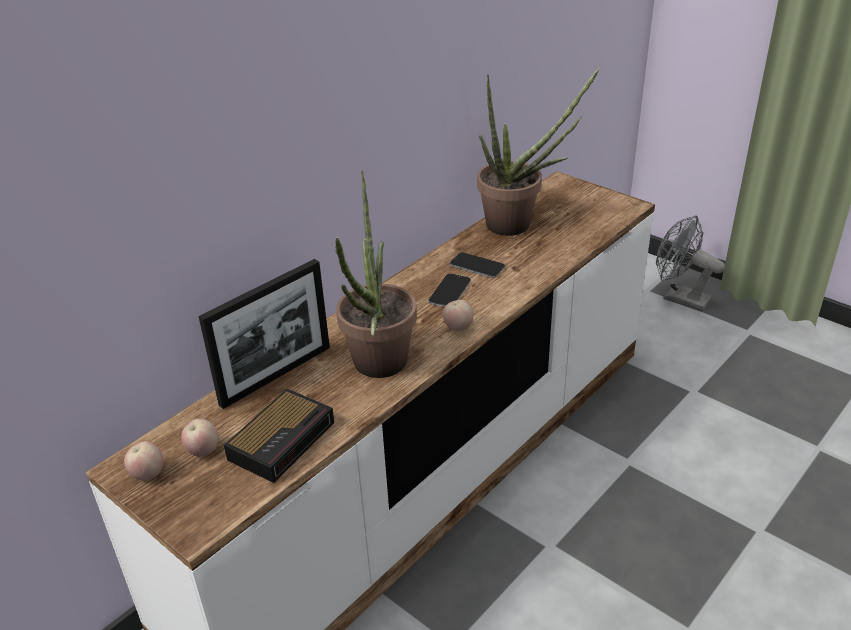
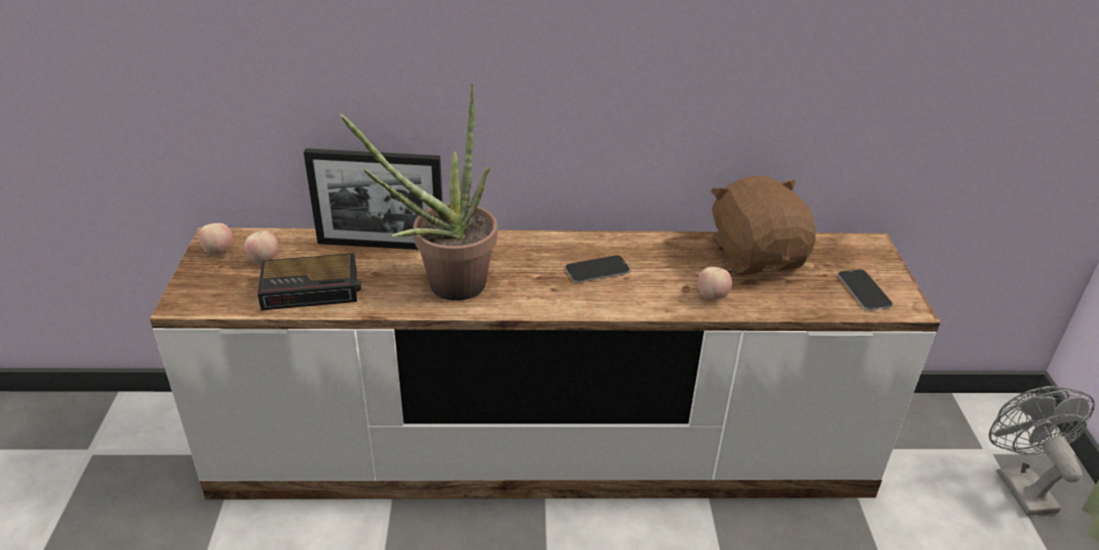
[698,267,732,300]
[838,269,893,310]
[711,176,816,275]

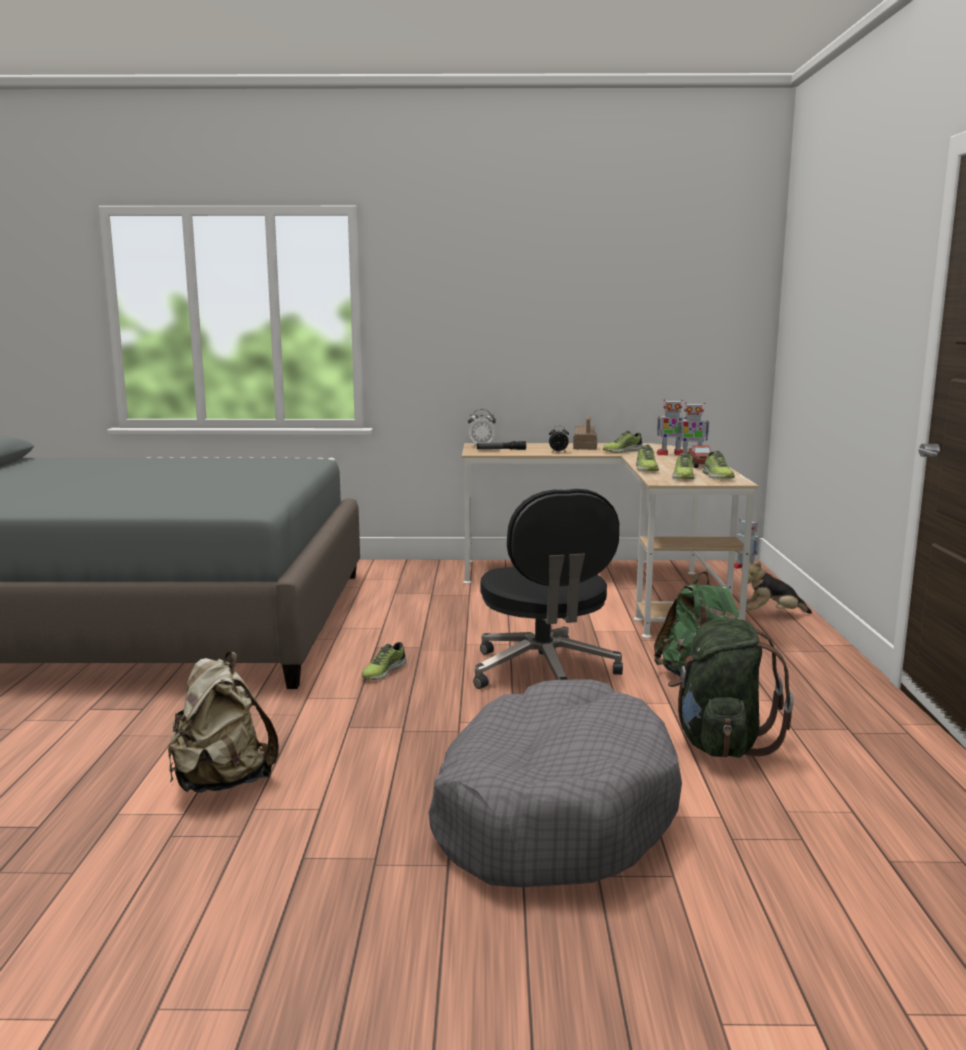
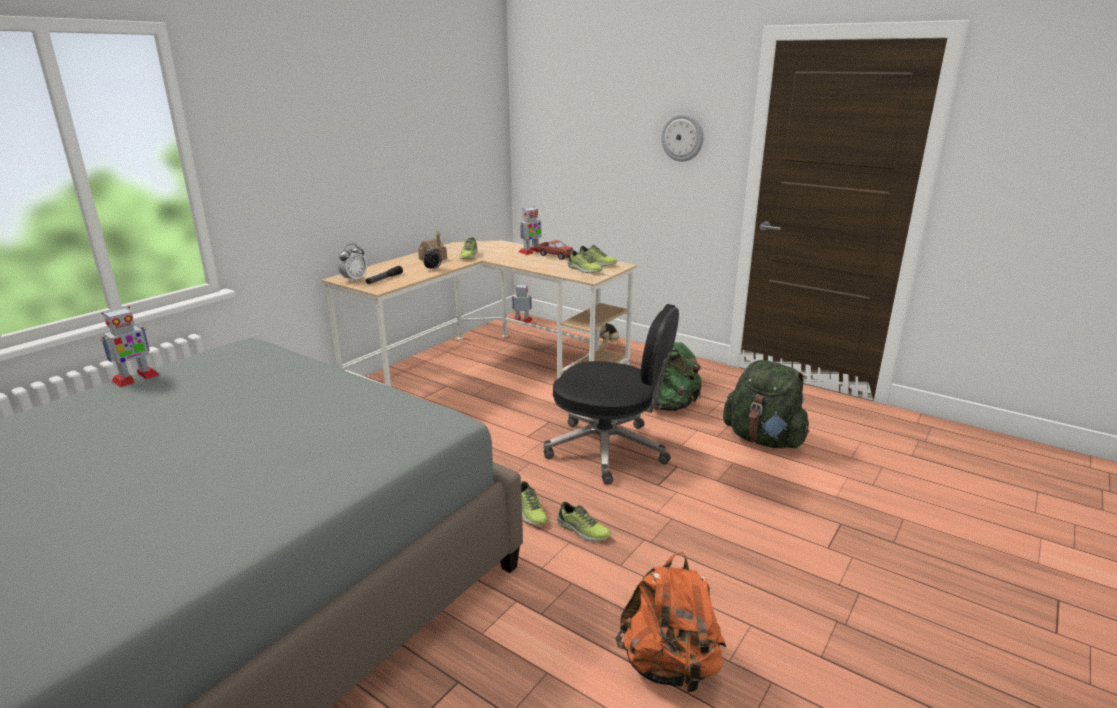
[429,679,682,887] (first image)
[661,113,704,162]
[557,502,611,542]
[101,306,159,387]
[615,552,726,694]

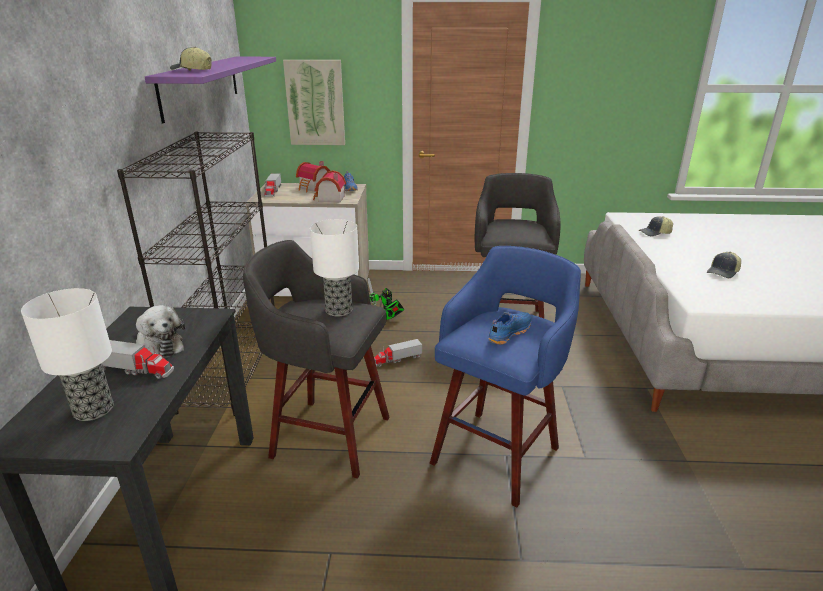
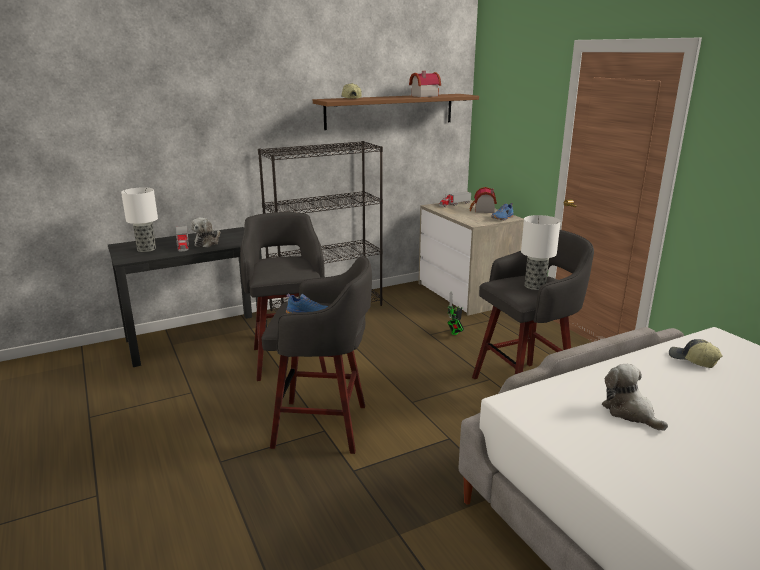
[283,60,345,145] (first image)
[374,339,422,367] (first image)
[521,215,561,290]
[409,71,441,97]
[602,364,668,431]
[313,94,479,130]
[262,256,372,454]

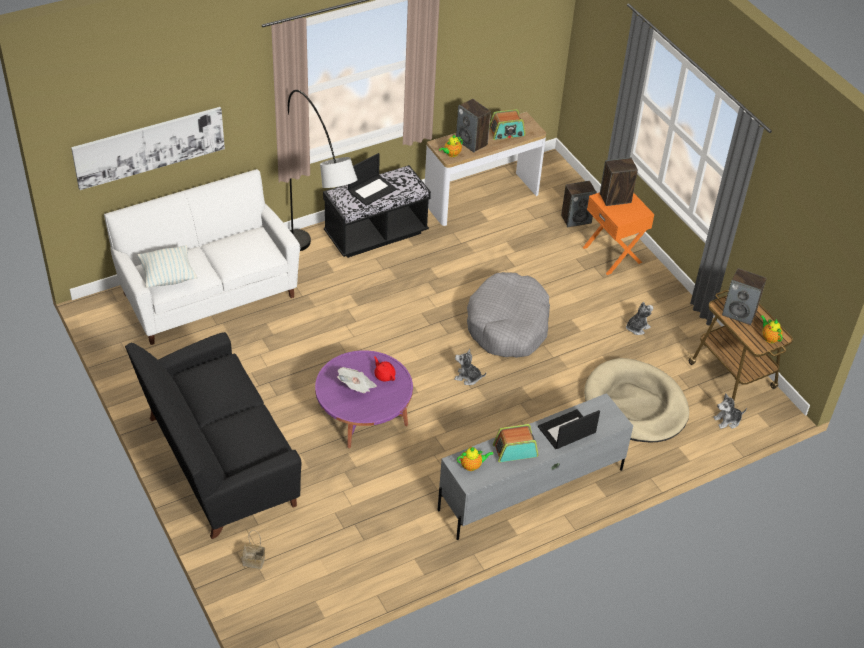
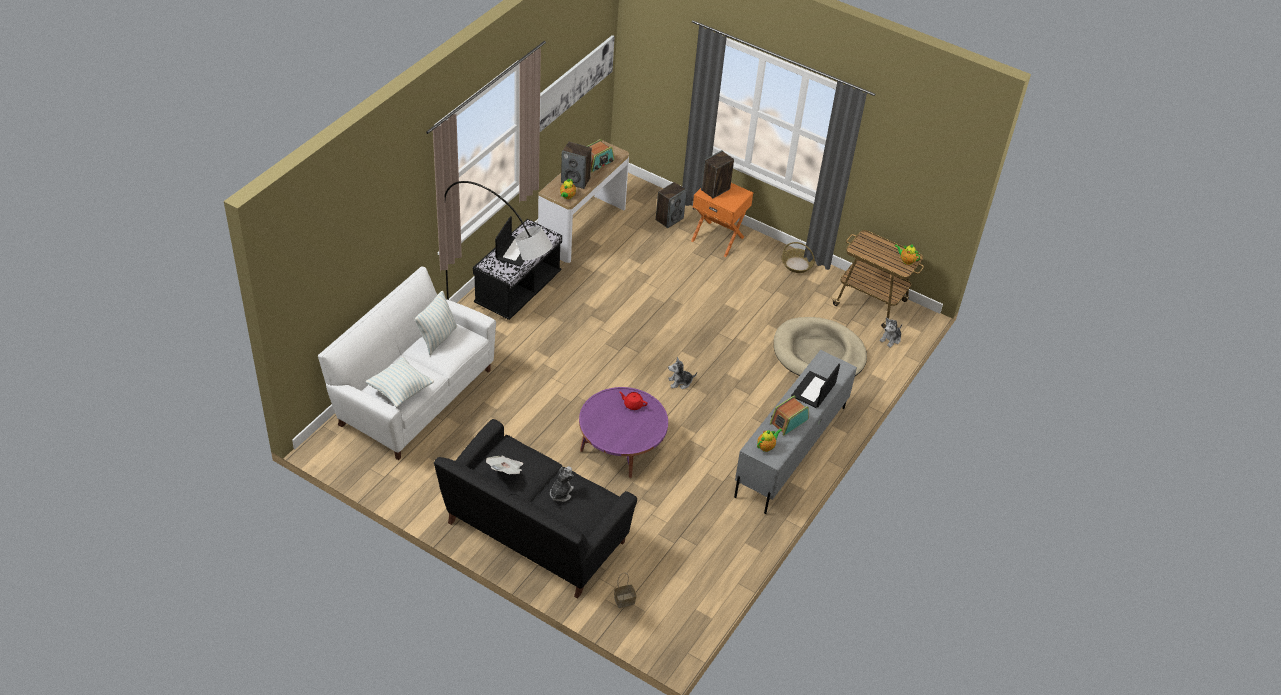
[467,272,550,358] (first image)
[722,268,767,325] (first image)
[415,291,457,355]
[782,242,815,273]
[540,35,615,132]
[486,456,523,474]
[550,466,574,502]

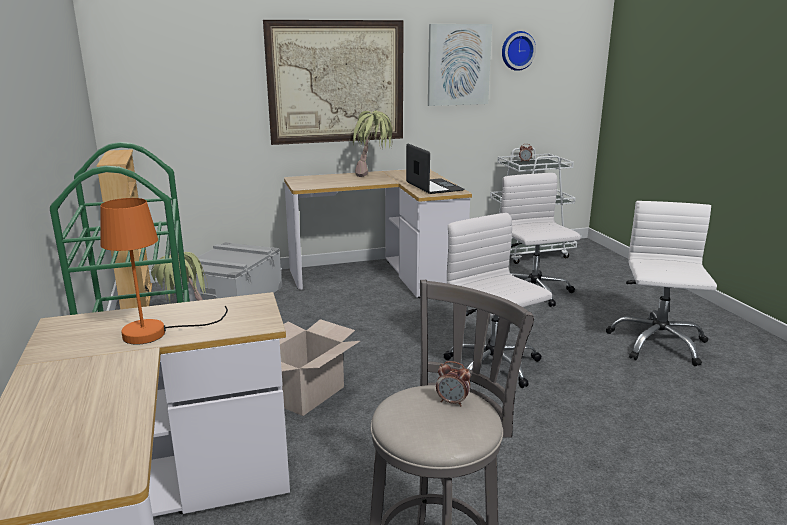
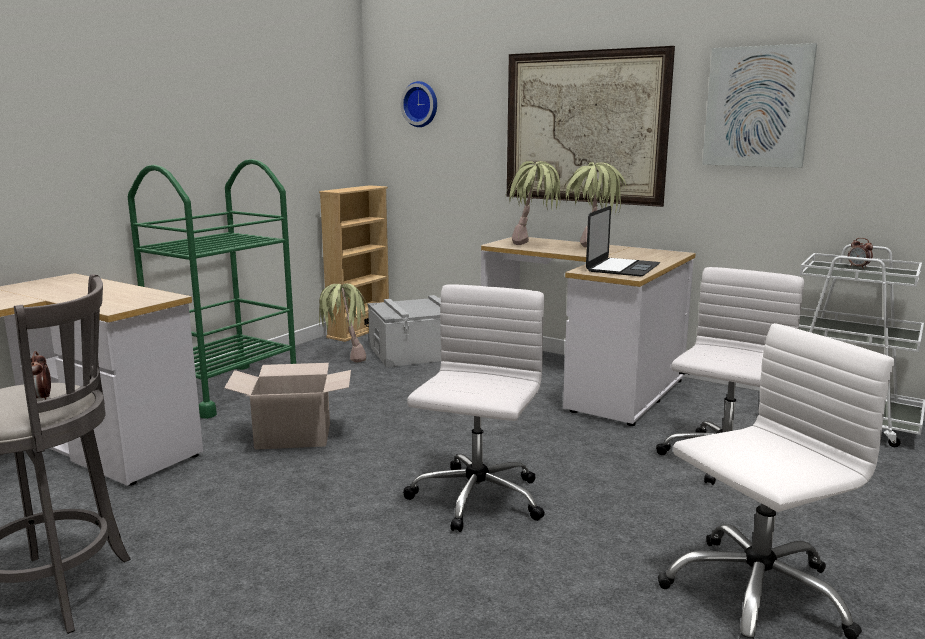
[100,198,228,345] (first image)
[505,161,561,245]
[401,81,437,127]

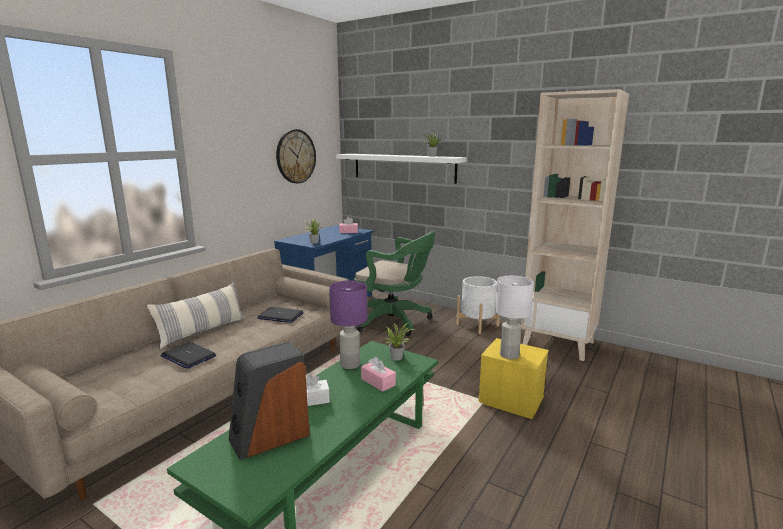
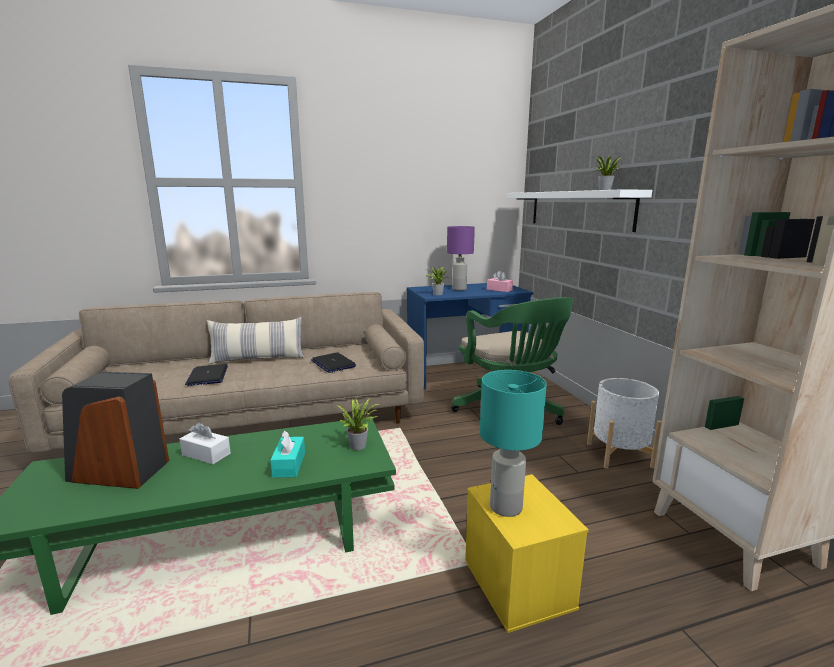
[276,129,316,183] (first image)
[447,226,475,291]
[270,430,305,478]
[480,370,547,517]

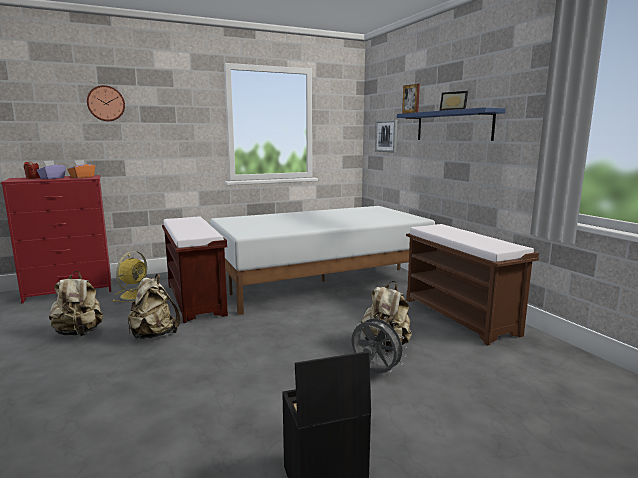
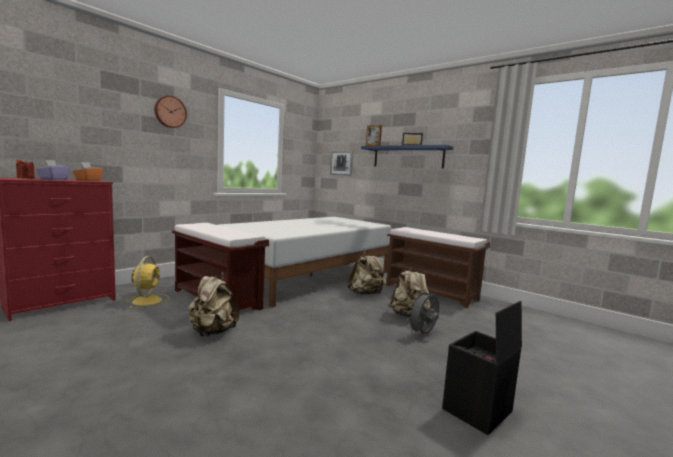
[347,250,386,295]
[154,95,187,128]
[406,289,439,334]

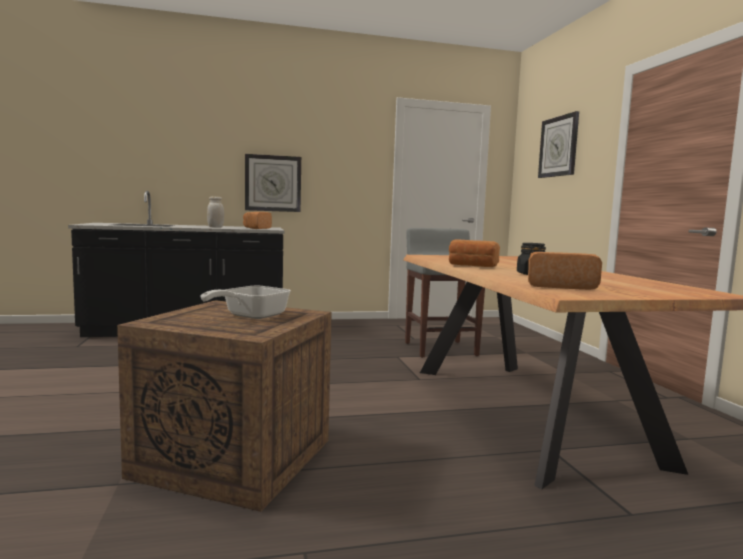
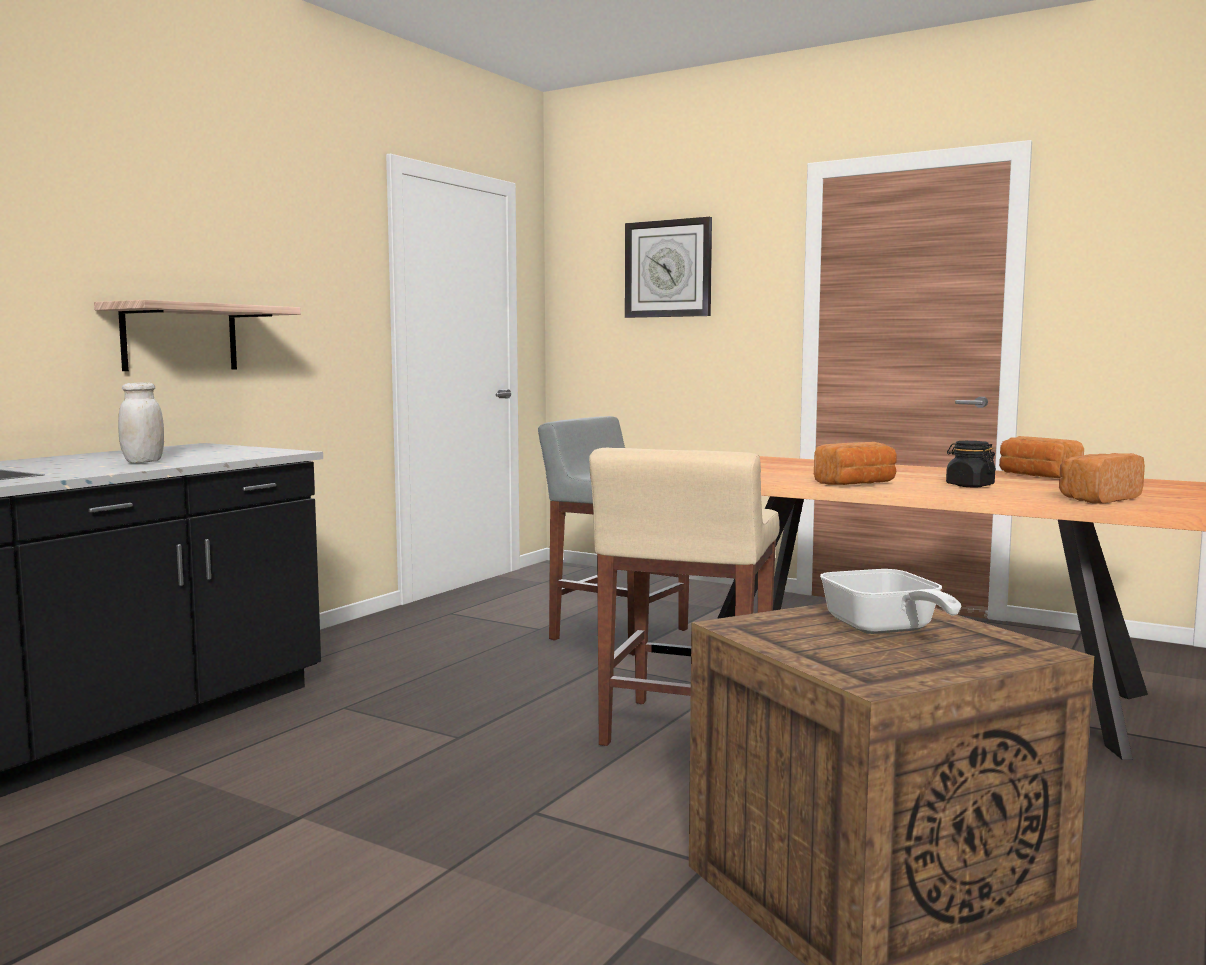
[589,448,779,746]
[999,436,1084,478]
[94,300,301,371]

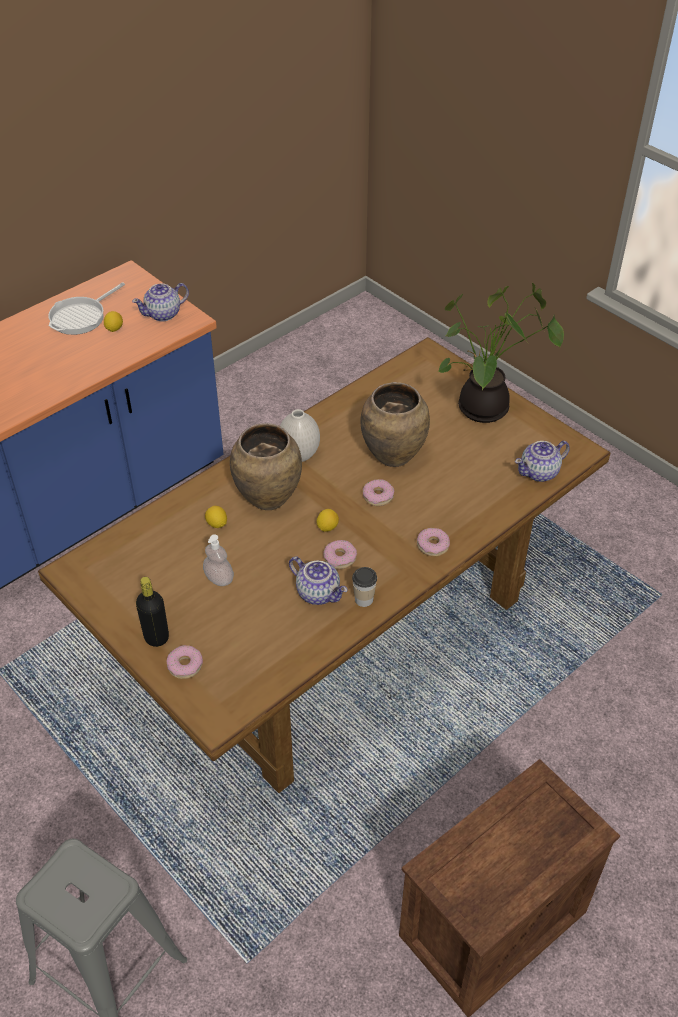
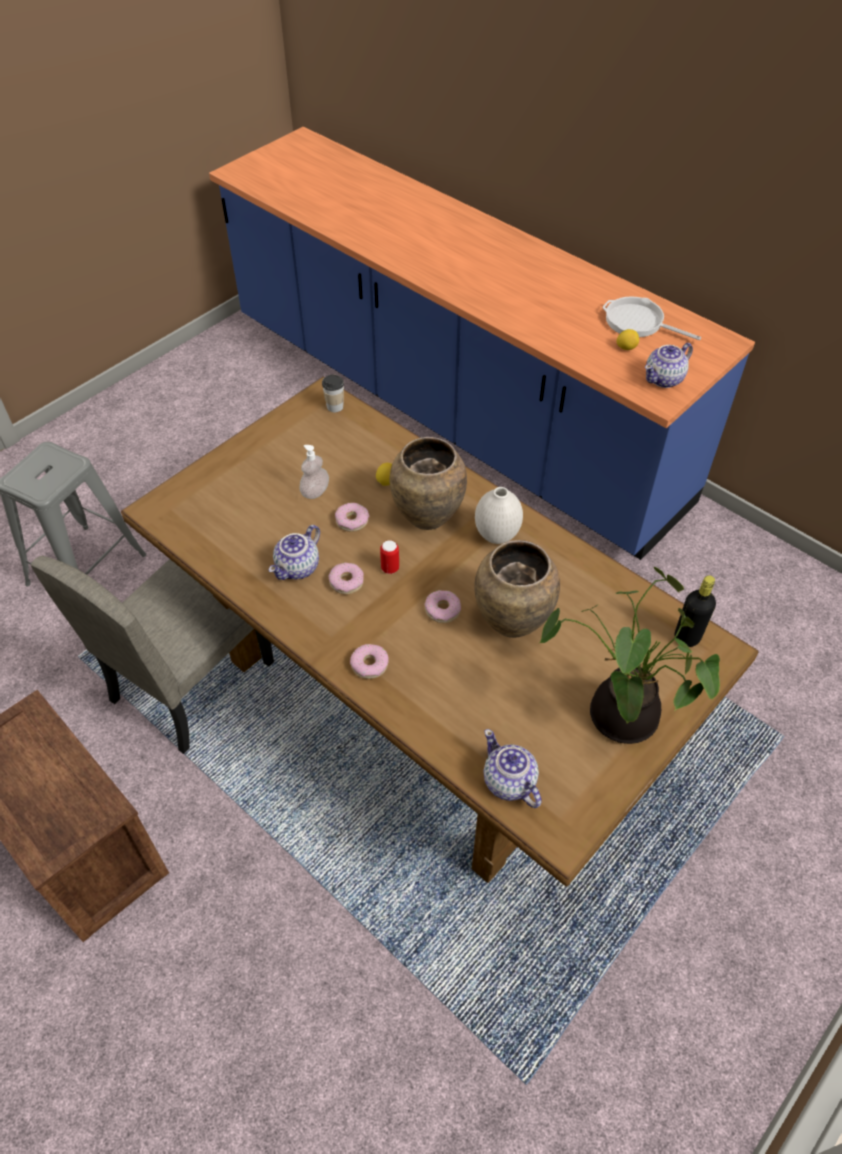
[31,556,274,754]
[674,576,716,647]
[335,503,369,532]
[322,374,344,412]
[380,540,399,574]
[645,343,693,388]

